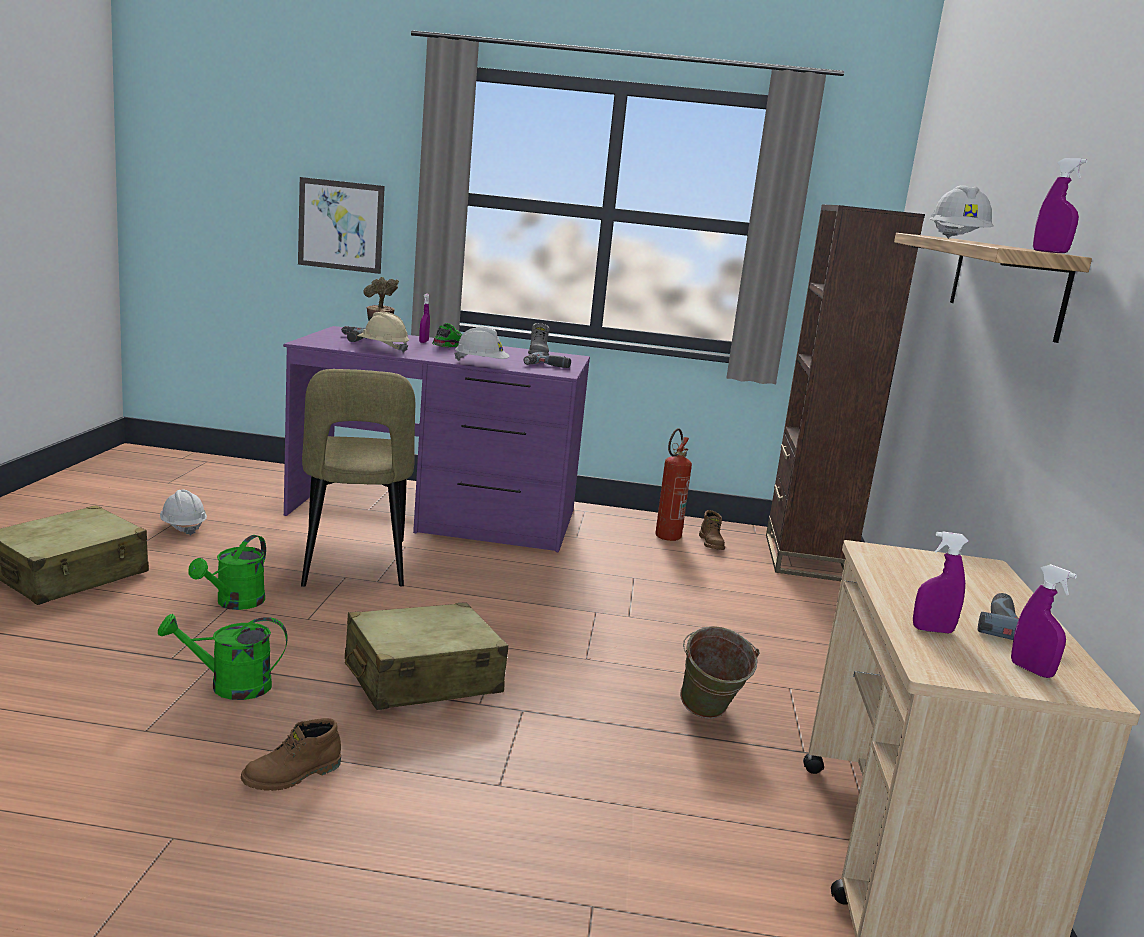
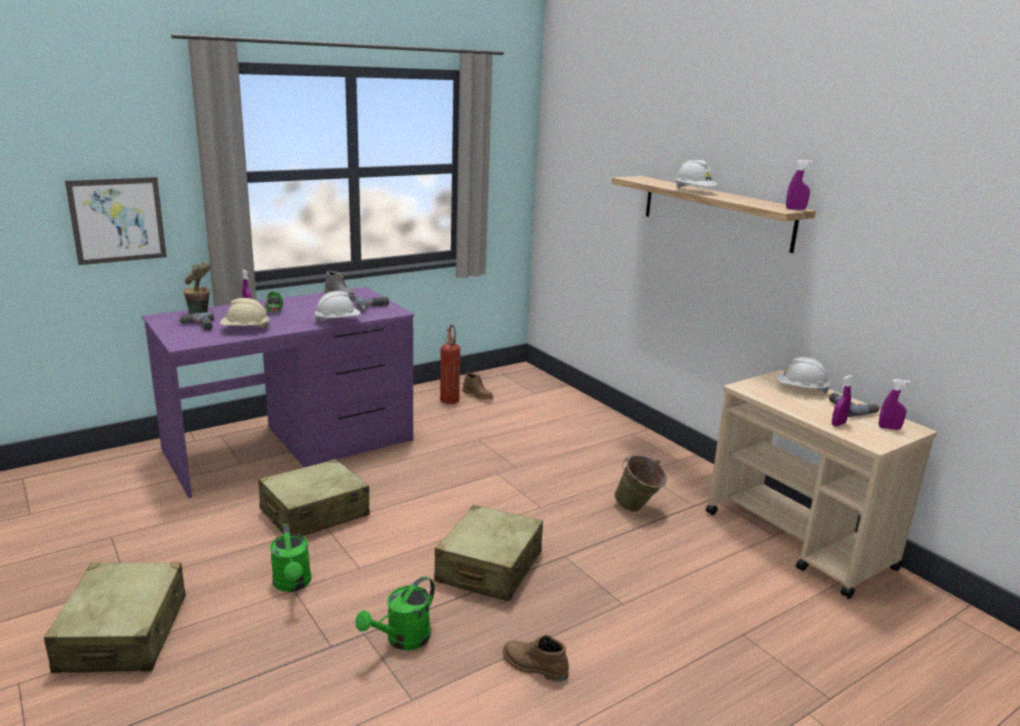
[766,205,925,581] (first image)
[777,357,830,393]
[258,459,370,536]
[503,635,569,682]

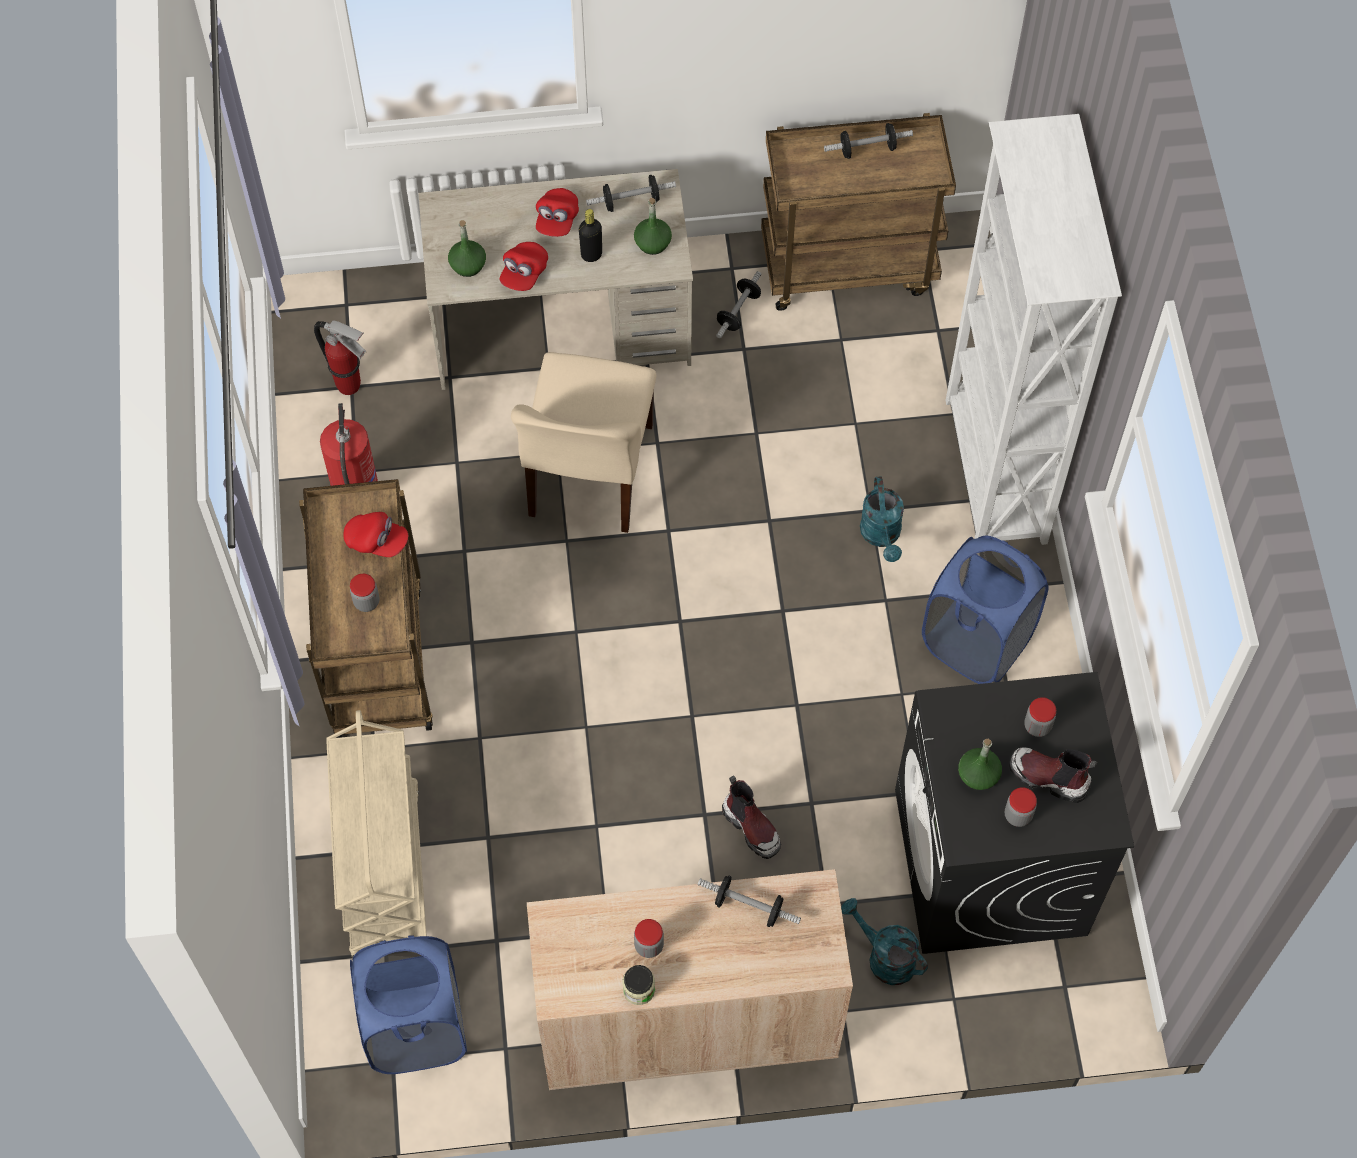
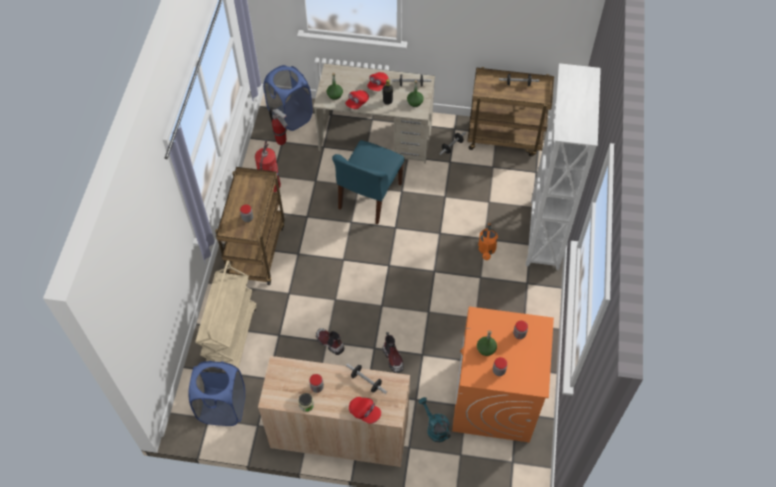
[349,397,381,424]
[264,65,313,131]
[316,328,344,355]
[332,140,405,224]
[478,223,498,260]
[452,307,554,442]

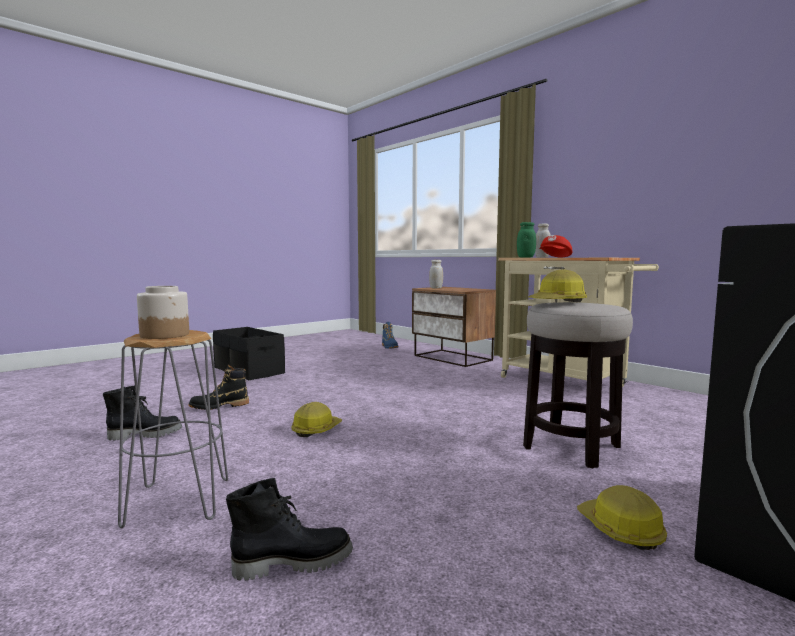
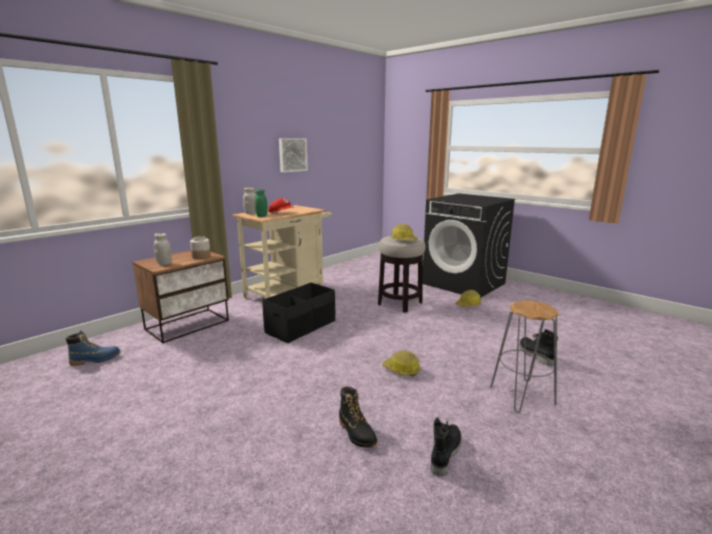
[279,138,308,172]
[190,236,211,259]
[262,283,335,343]
[430,417,461,477]

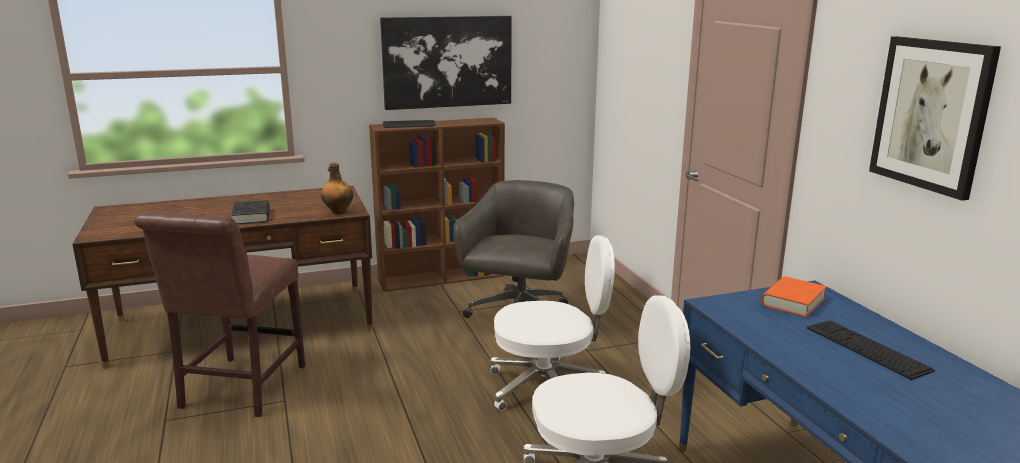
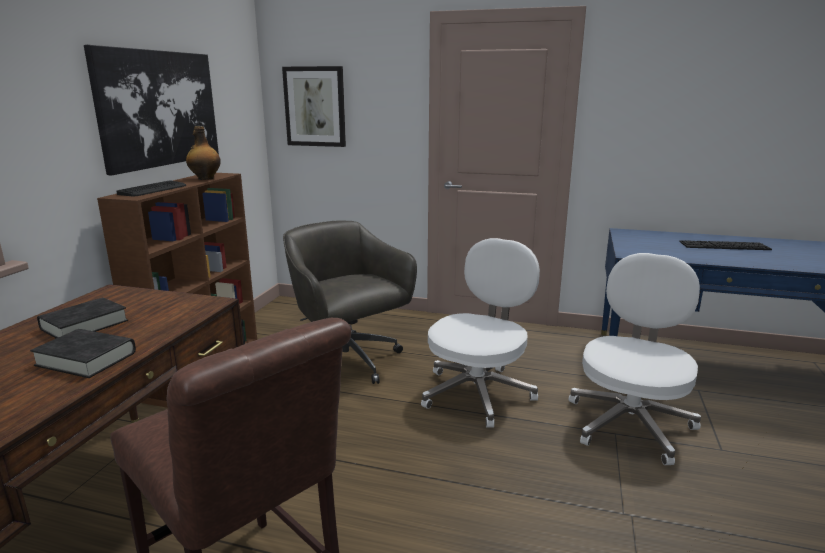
[762,276,827,317] (first image)
[37,297,128,338]
[186,126,221,180]
[282,66,346,147]

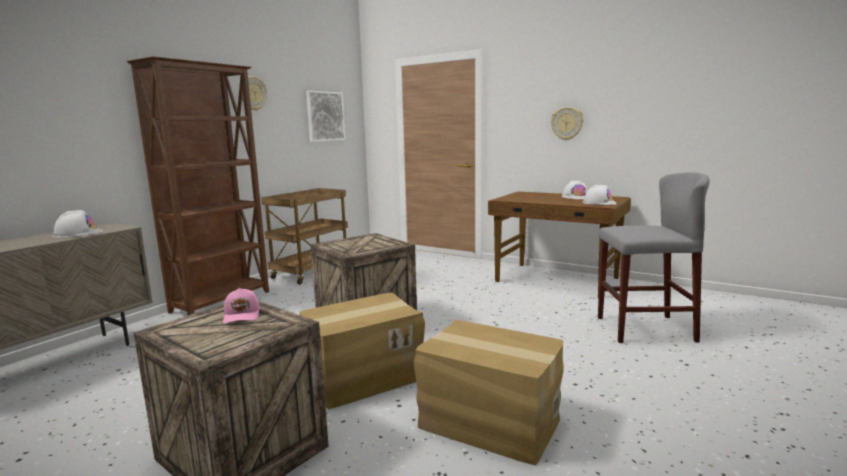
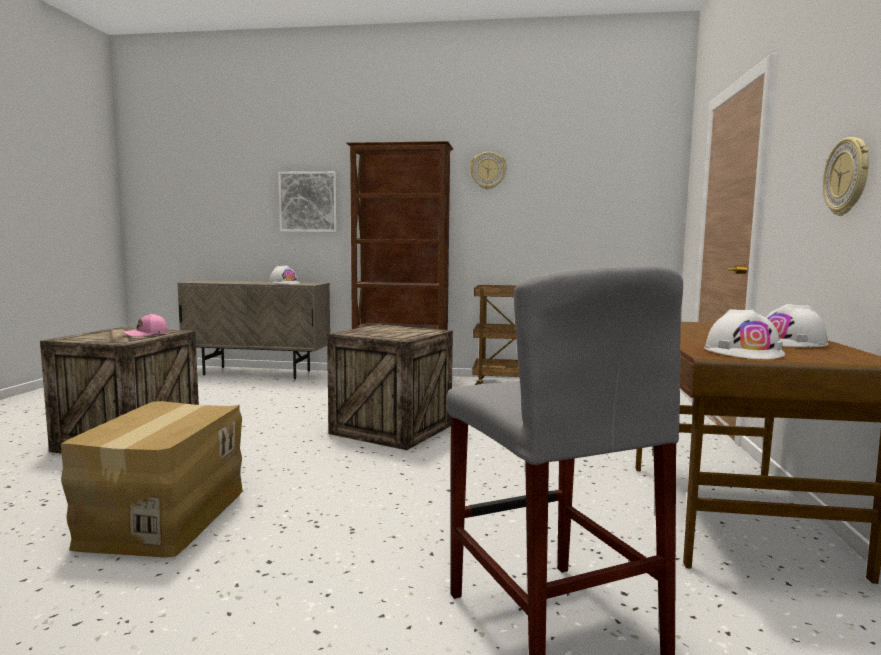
[299,292,425,409] (first image)
[278,171,338,232]

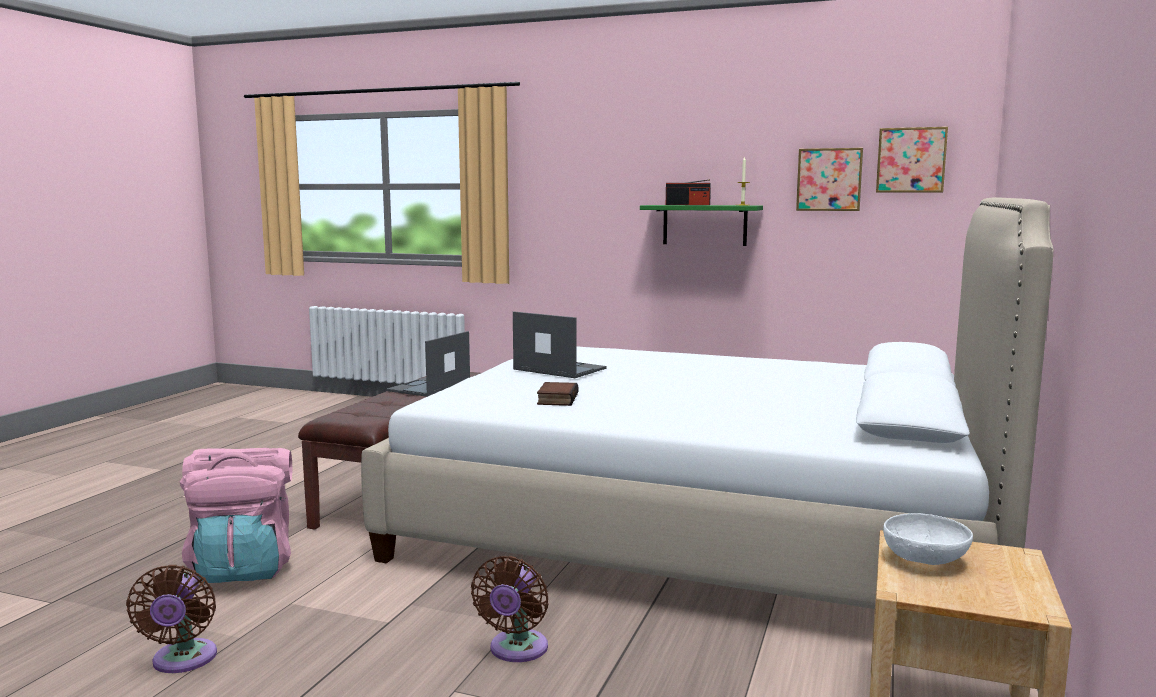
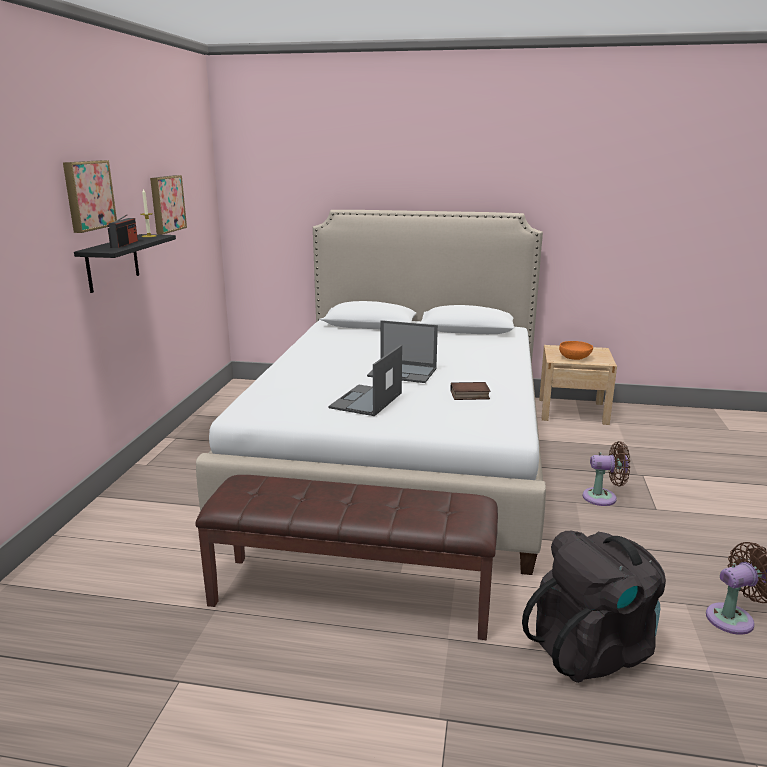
[367,320,438,383]
[63,160,117,233]
[522,531,666,683]
[74,234,176,293]
[559,341,593,360]

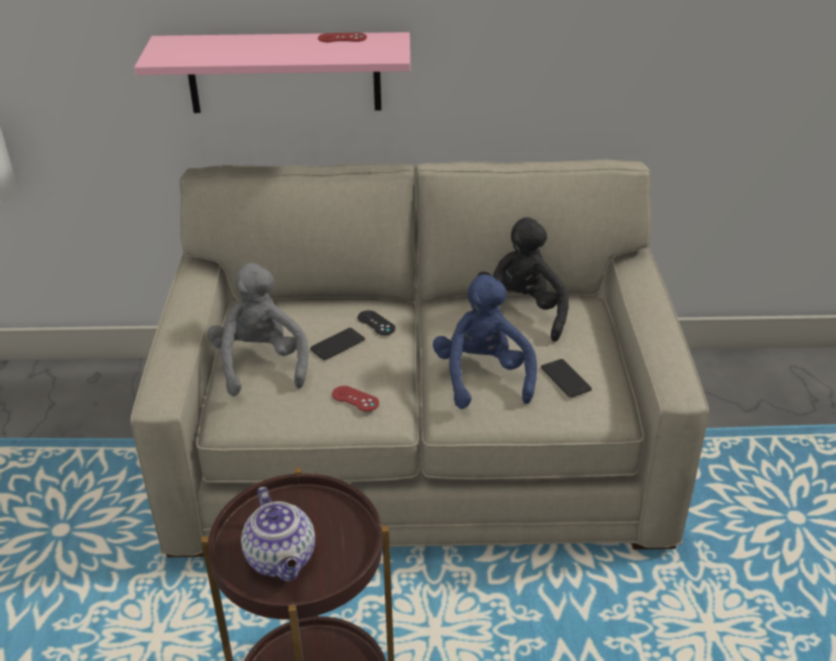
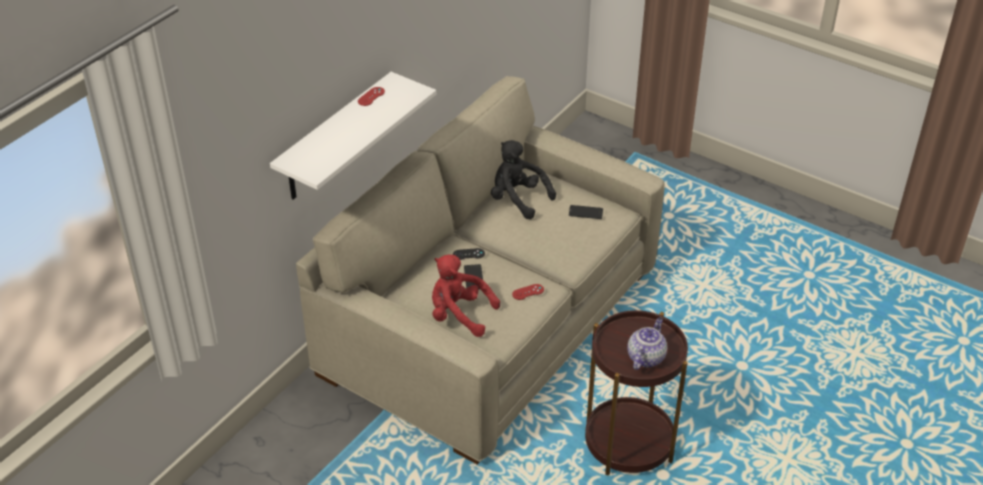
[433,274,537,409] (first image)
[270,72,436,199]
[432,255,500,337]
[627,318,667,370]

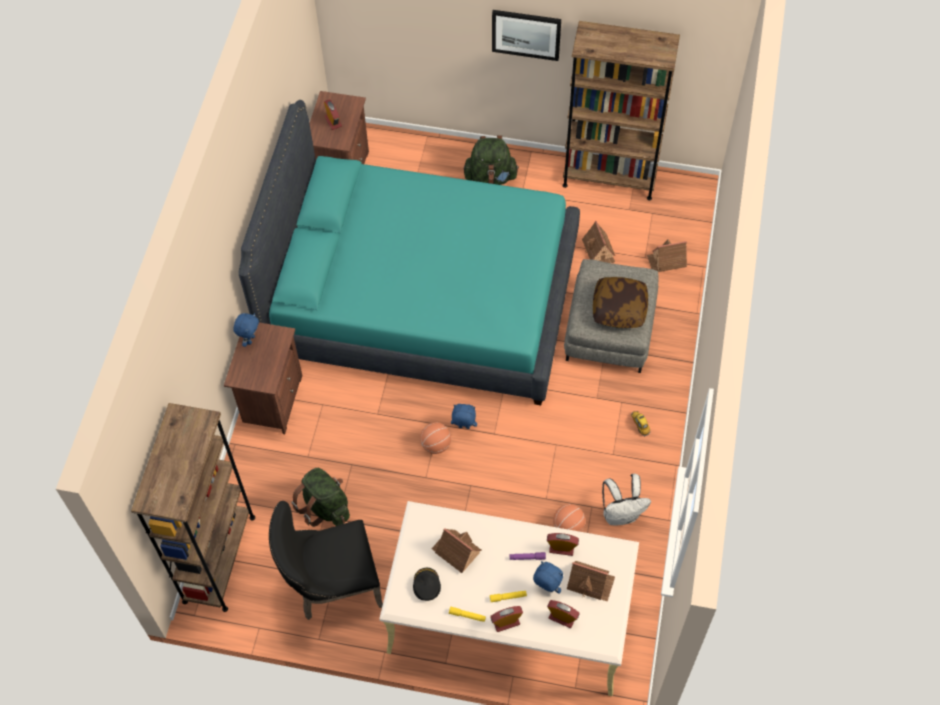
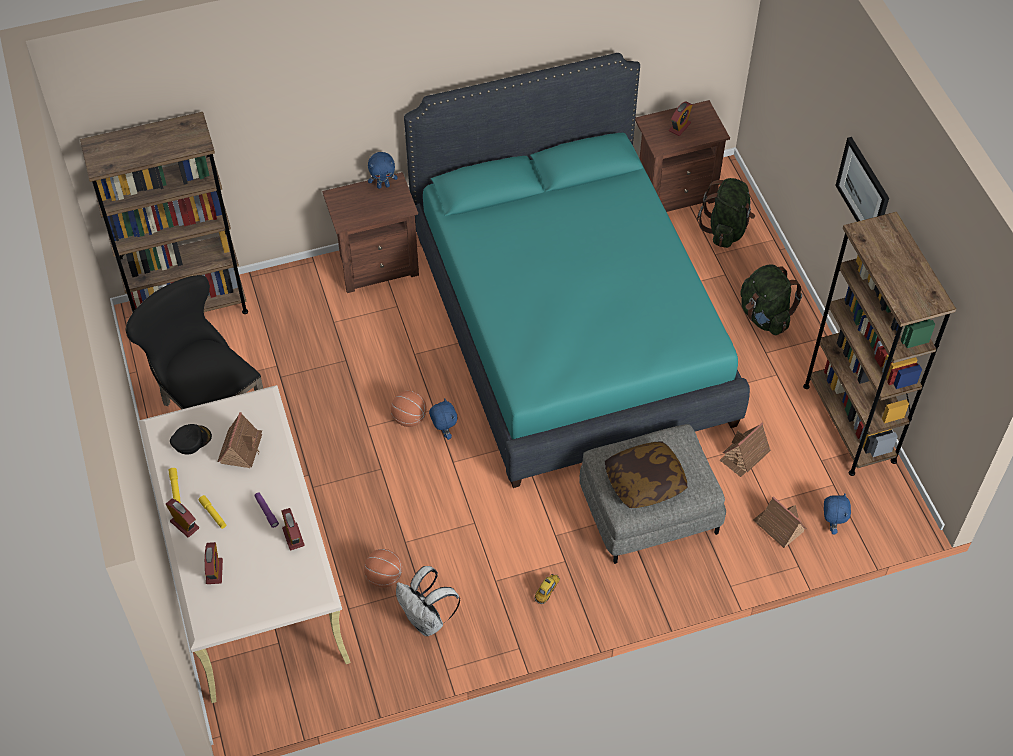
[567,561,615,602] (first image)
[697,178,755,248]
[824,493,851,534]

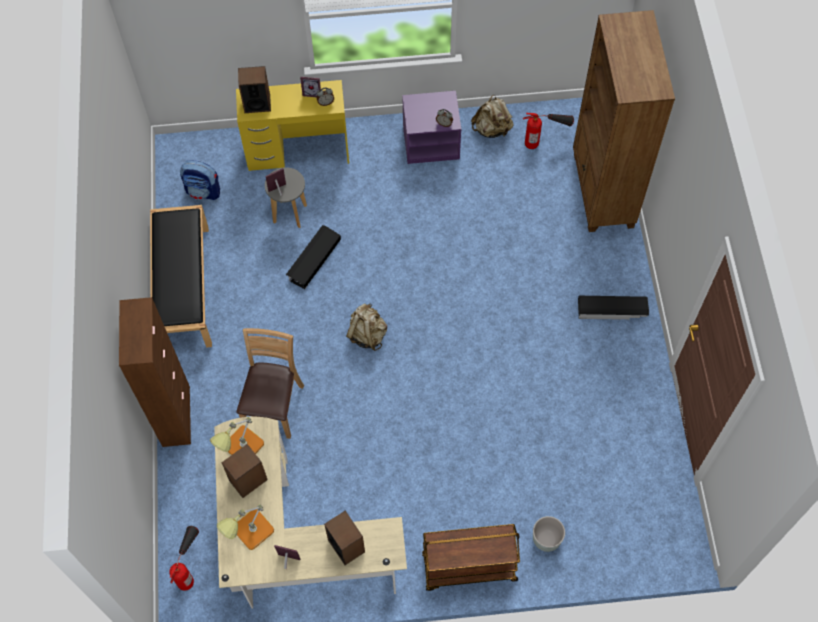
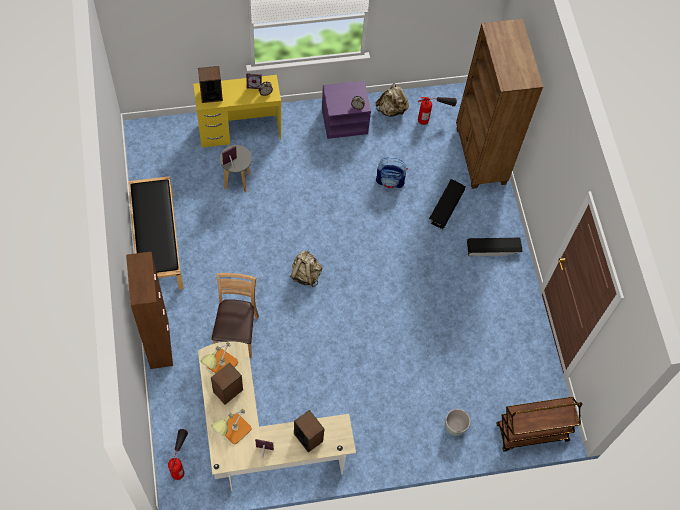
[376,158,408,189]
[429,179,466,229]
[496,397,582,452]

